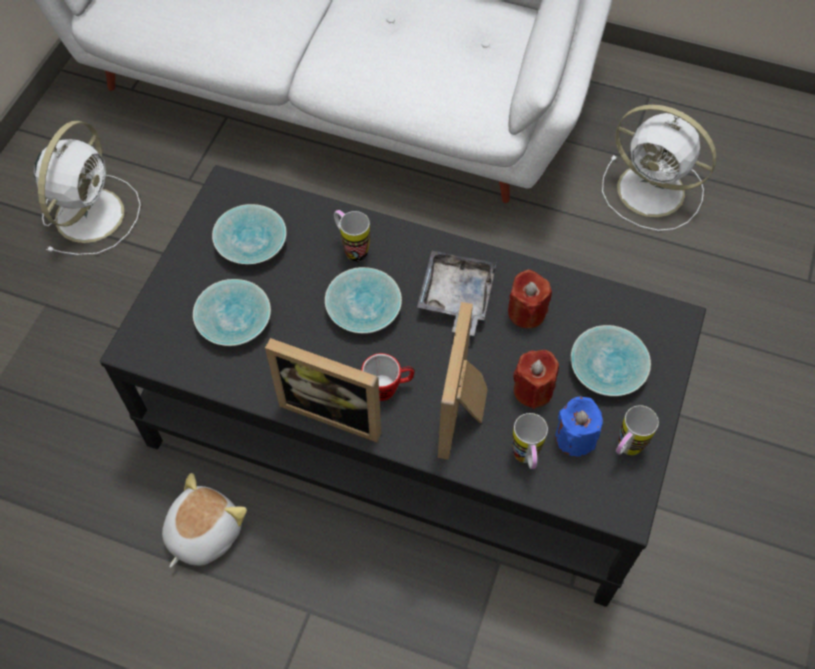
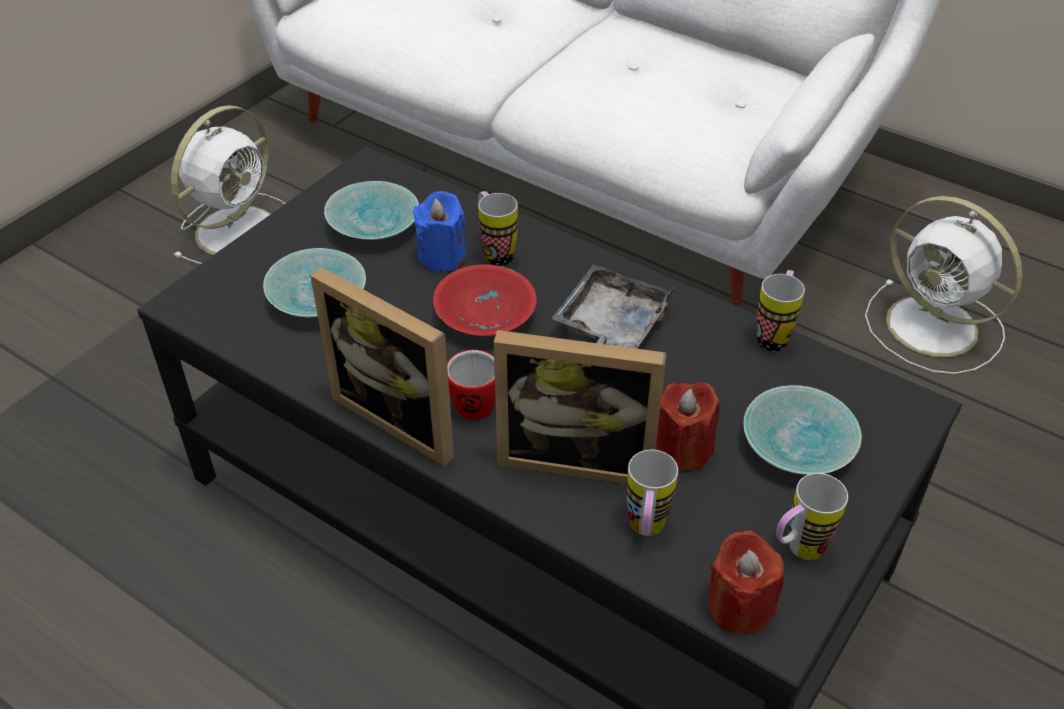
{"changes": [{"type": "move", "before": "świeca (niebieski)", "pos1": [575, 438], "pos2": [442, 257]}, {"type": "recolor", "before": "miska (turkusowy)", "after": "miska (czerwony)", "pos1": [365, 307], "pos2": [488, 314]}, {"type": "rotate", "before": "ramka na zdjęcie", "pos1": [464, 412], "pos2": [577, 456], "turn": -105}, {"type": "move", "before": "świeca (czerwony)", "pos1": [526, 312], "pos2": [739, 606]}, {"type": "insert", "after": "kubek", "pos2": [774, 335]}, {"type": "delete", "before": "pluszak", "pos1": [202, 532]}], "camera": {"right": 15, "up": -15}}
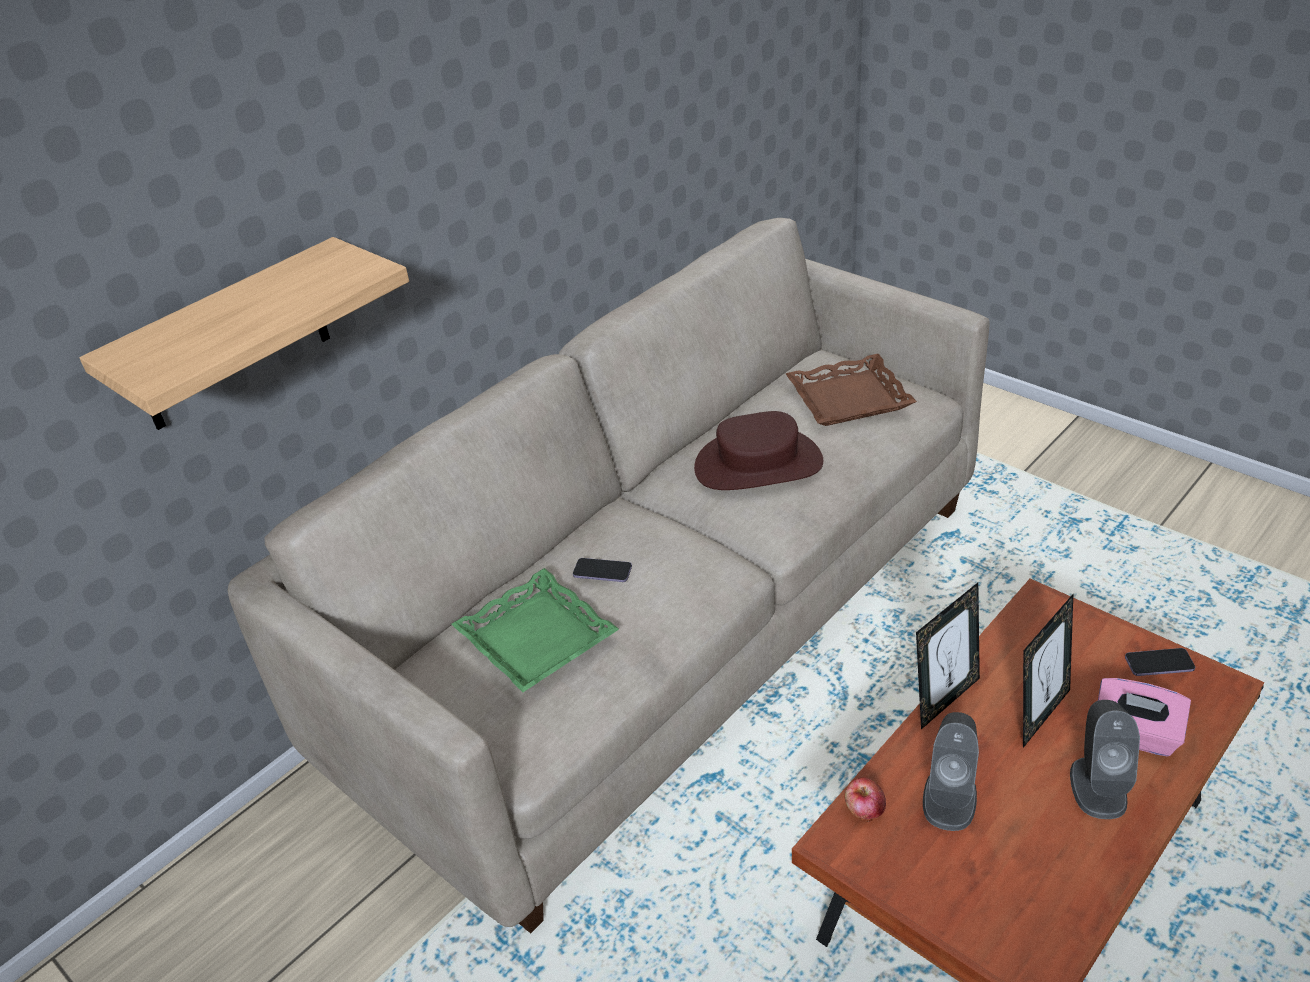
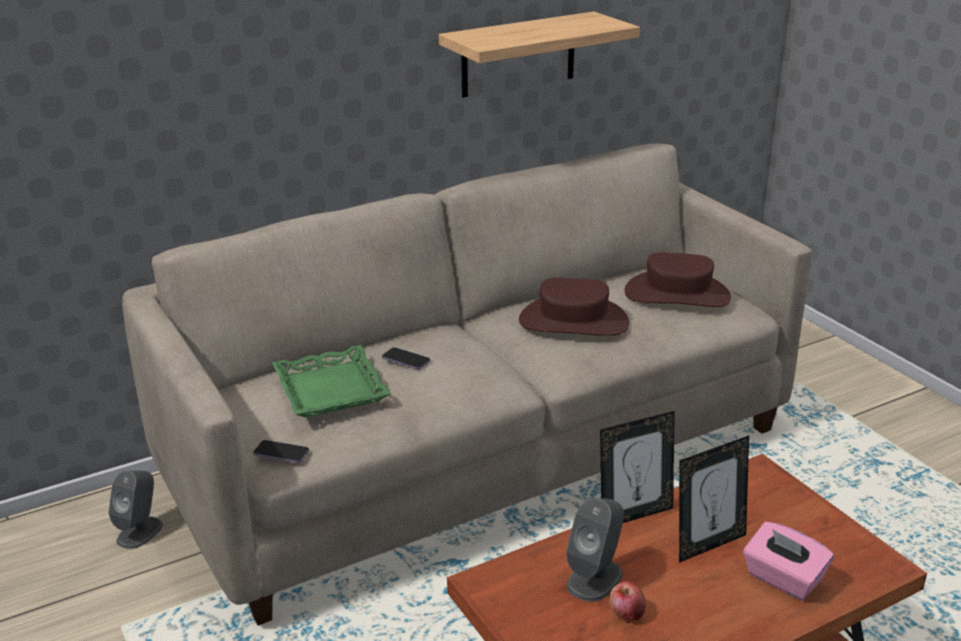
{"changes": [{"type": "move", "before": "głośnik (szary)", "pos1": [1098, 786], "pos2": [140, 532]}, {"type": "move", "before": "telefon", "pos1": [1159, 664], "pos2": [281, 453]}, {"type": "move", "before": "półka", "pos1": [231, 337], "pos2": [518, 55]}, {"type": "move", "before": "jabłko", "pos1": [864, 810], "pos2": [626, 613]}, {"type": "replace", "before": "taca (brązowy)", "after": "kapelusz (brązowy)", "pos1": [849, 398], "pos2": [677, 294]}], "camera": {"right": 15, "up": -10}}
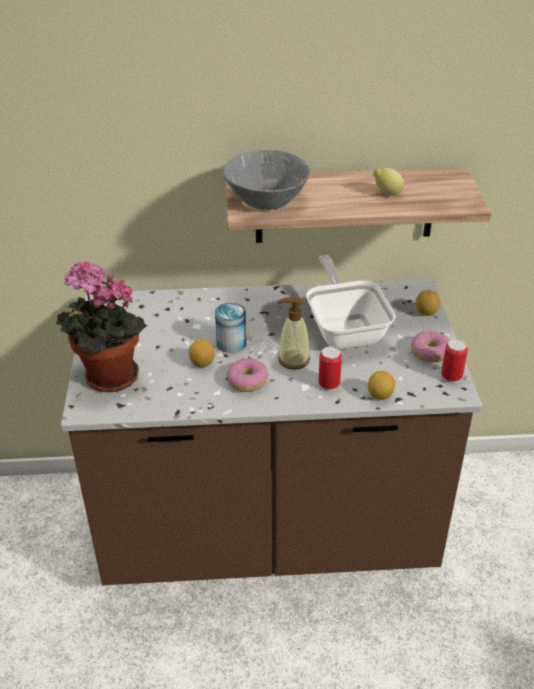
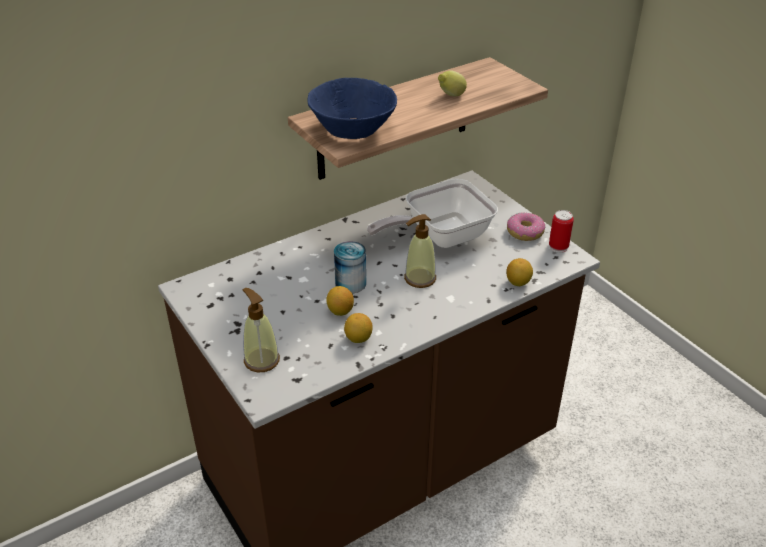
{"changes": [{"type": "replace", "before": "roślina doniczkowa", "after": "dozownik mydła", "pos1": [107, 379], "pos2": [261, 360]}, {"type": "recolor", "before": "miska (szary)", "after": "miska (niebieski)", "pos1": [266, 200], "pos2": [353, 129]}, {"type": "move", "before": "cytryna", "pos1": [426, 313], "pos2": [358, 338]}, {"type": "rotate", "before": "patelnia", "pos1": [345, 330], "pos2": [440, 237], "turn": -75}, {"type": "delete", "before": "donut", "pos1": [247, 381]}, {"type": "delete", "before": "puszka", "pos1": [329, 384]}], "camera": {"right": -30, "up": 0}}
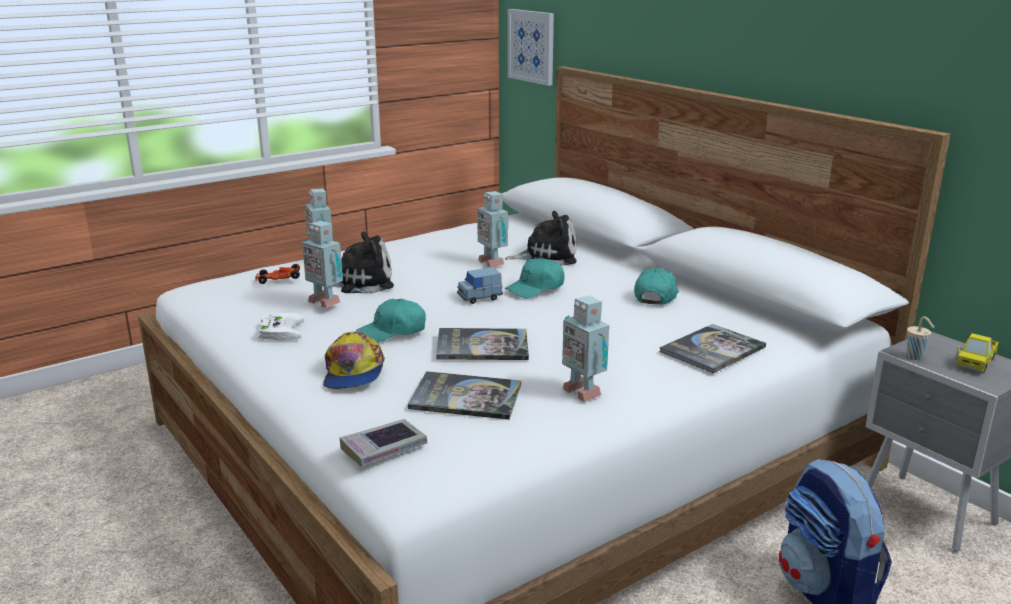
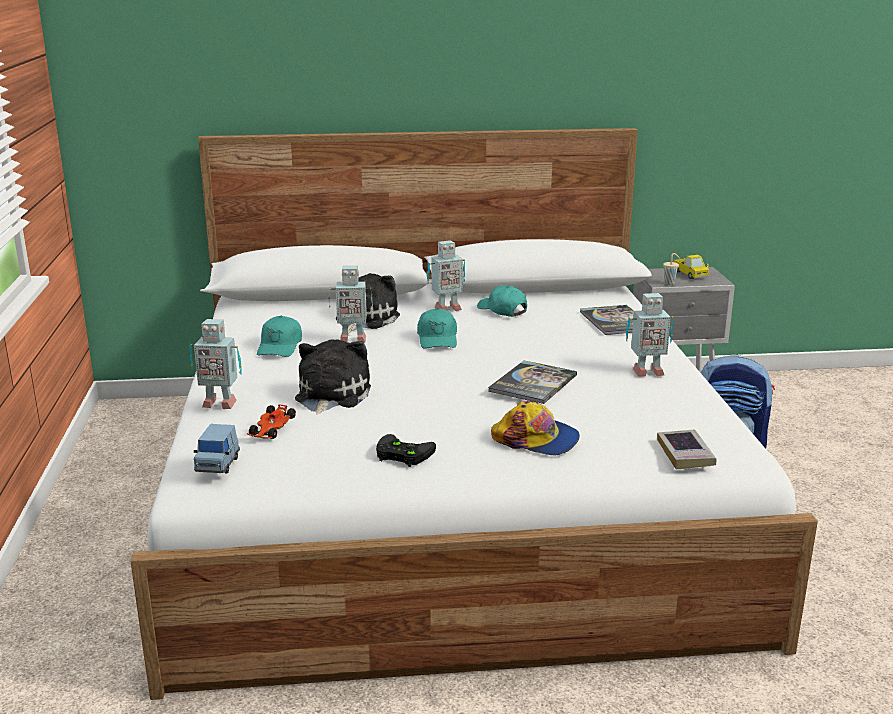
{"changes": [{"type": "move", "before": "samochodzik (niebieski)", "pos1": [480, 297], "pos2": [217, 464]}, {"type": "move", "before": "czapka z daszkiem (turkusowy)", "pos1": [392, 332], "pos2": [280, 347]}, {"type": "recolor", "before": "pad do gier (biały)", "after": "pad do gier (czarny)", "pos1": [279, 330], "pos2": [401, 454]}, {"type": "move", "before": "robot zabawkowy", "pos1": [325, 301], "pos2": [446, 308]}, {"type": "delete", "before": "książka", "pos1": [466, 397]}, {"type": "delete", "before": "obraz", "pos1": [531, 46]}], "camera": {"right": -60, "up": 0}}
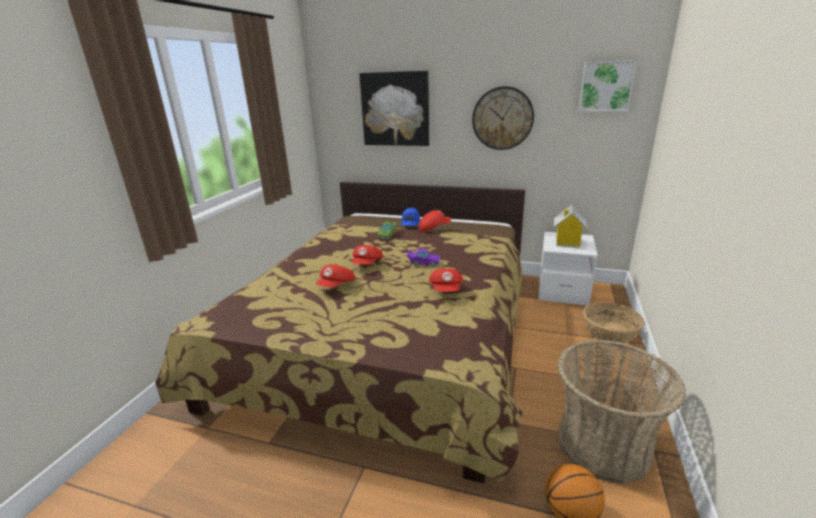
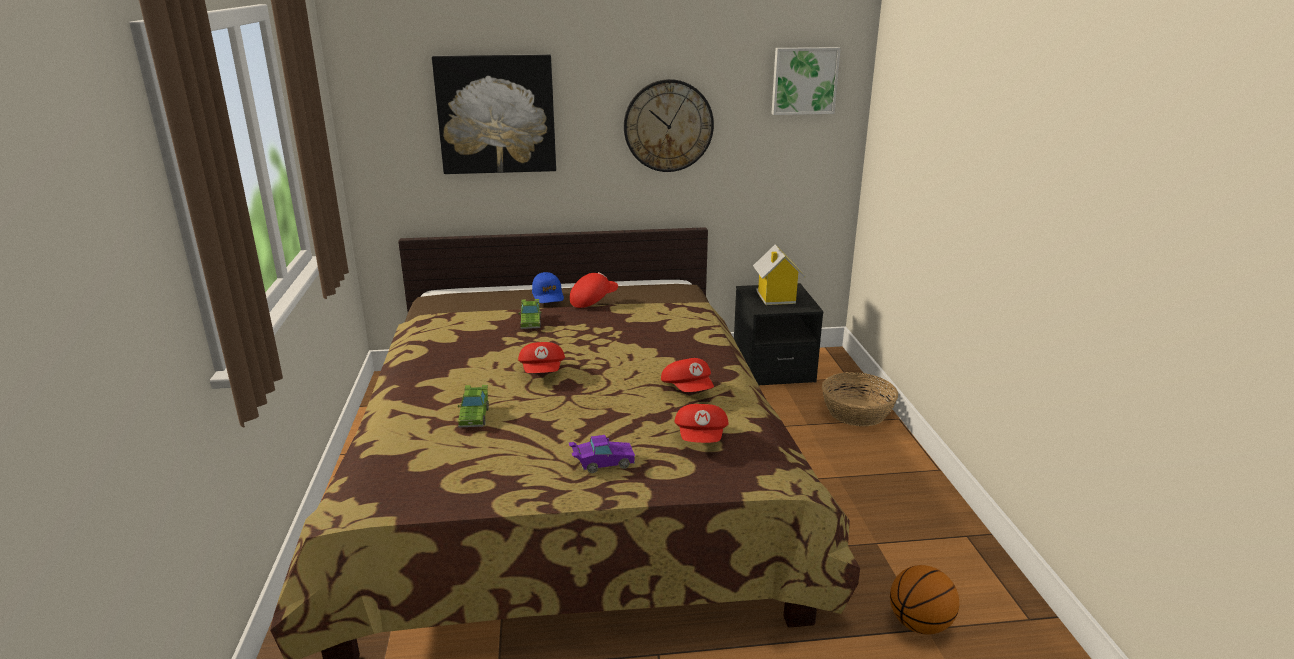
{"changes": [{"type": "insert", "after": "samochodzik (zielony)", "pos2": [474, 415]}, {"type": "move", "before": "samochodzik (fioletowy)", "pos1": [423, 263], "pos2": [602, 463]}, {"type": "move", "before": "czapka z daszkiem (czerwony)", "pos1": [336, 286], "pos2": [702, 438]}, {"type": "recolor", "before": "szafka nocna (biały)", "after": "szafka nocna (czarny)", "pos1": [562, 291], "pos2": [773, 368]}, {"type": "delete", "before": "koszyk", "pos1": [603, 445]}], "camera": {"right": -25, "up": 0}}
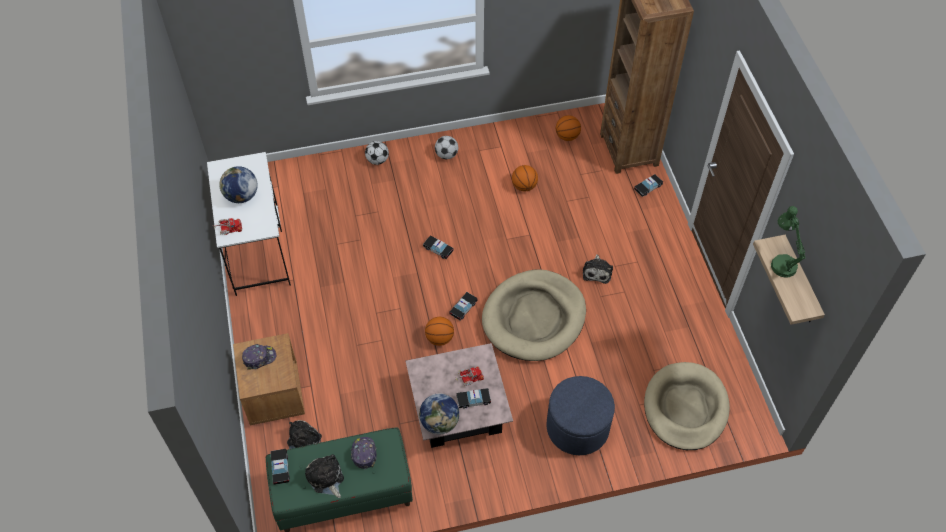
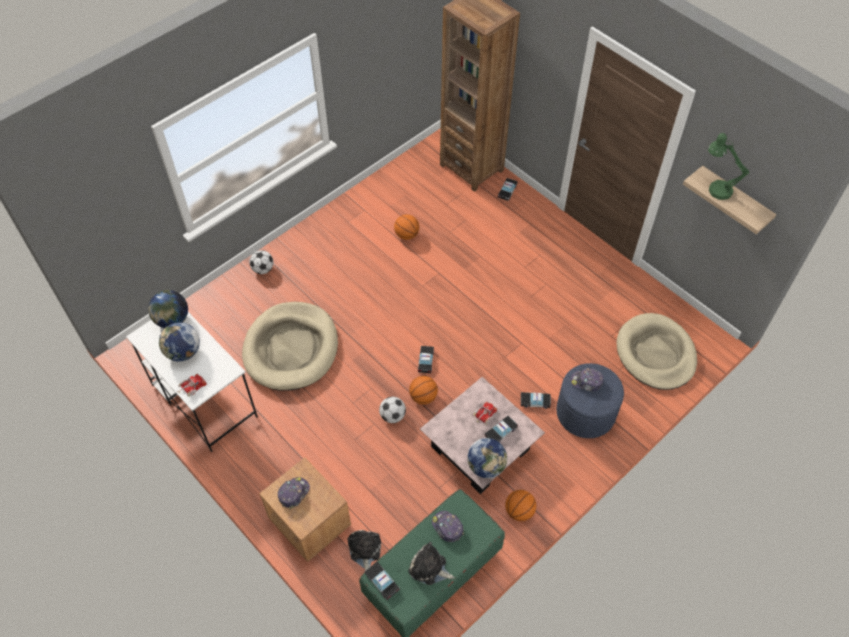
{"changes": [{"type": "insert", "after": "globus", "pos2": [172, 320]}, {"type": "move", "before": "legowisko (beżowy)", "pos1": [534, 318], "pos2": [291, 348]}, {"type": "move", "before": "piłka futbolowa", "pos1": [446, 155], "pos2": [393, 416]}, {"type": "move", "before": "piłka do koszykówki", "pos1": [567, 136], "pos2": [519, 511]}, {"type": "move", "before": "samochodzik", "pos1": [438, 249], "pos2": [535, 402]}, {"type": "insert", "after": "czapka z daszkiem", "pos2": [586, 382]}, {"type": "delete", "before": "pluszak", "pos1": [597, 271]}], "camera": {"right": -30, "up": 0}}
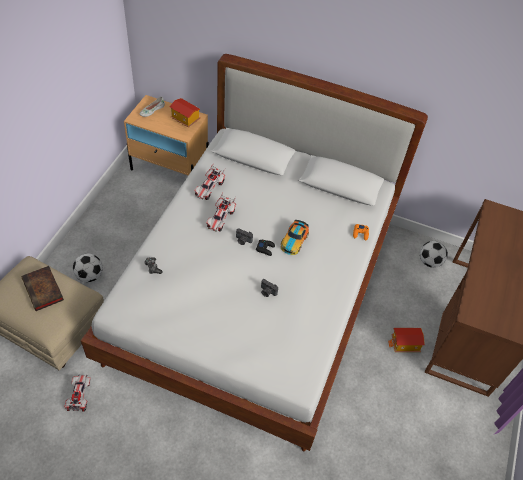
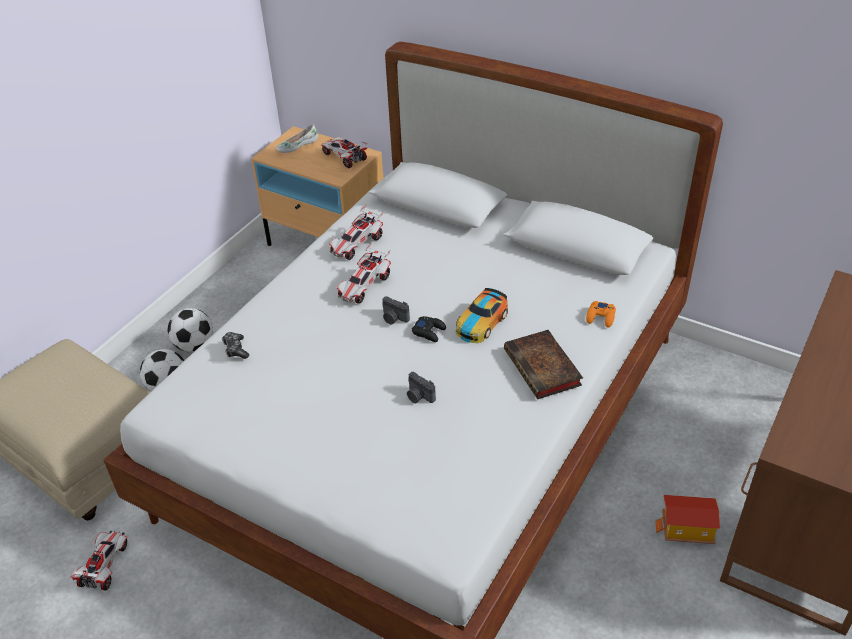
{"changes": [{"type": "move", "before": "piłka futbolowa", "pos1": [429, 262], "pos2": [194, 345]}, {"type": "replace", "before": "domek", "after": "samochodzik", "pos1": [184, 119], "pos2": [344, 158]}, {"type": "move", "before": "książka", "pos1": [44, 290], "pos2": [544, 369]}], "camera": {"right": 15, "up": -10}}
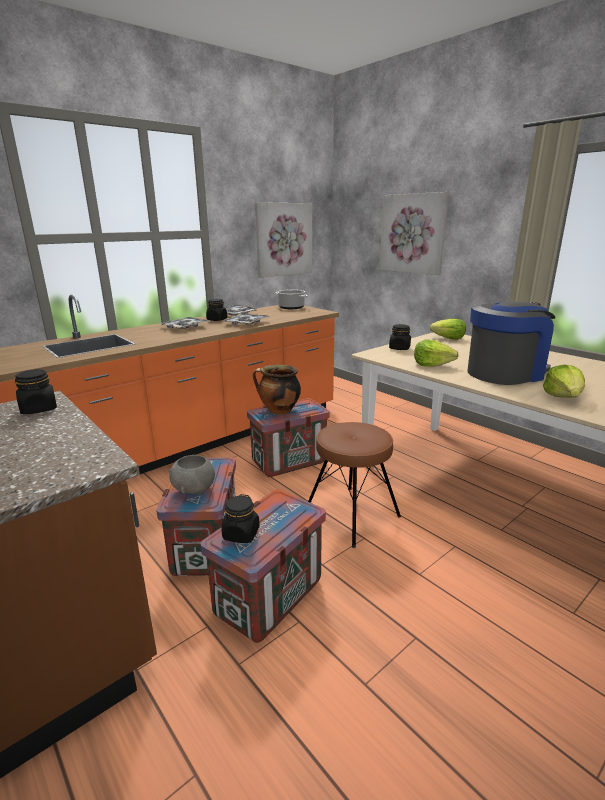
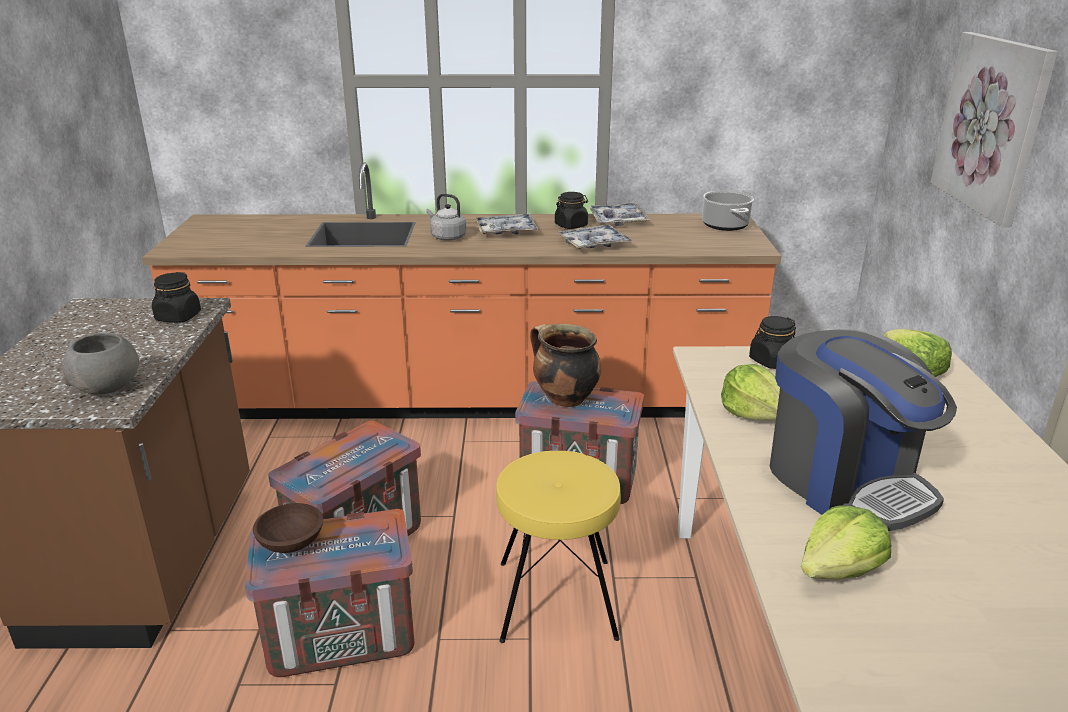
{"changes": [{"type": "move", "before": "miska (szary)", "pos1": [194, 489], "pos2": [107, 387]}, {"type": "replace", "before": "słoik (czarny)", "after": "miska (brązowy)", "pos1": [241, 534], "pos2": [291, 542]}, {"type": "insert", "after": "czajnik (szary)", "pos2": [447, 237]}, {"type": "recolor", "before": "stołek (brązowy)", "after": "stołek (żółty)", "pos1": [350, 515], "pos2": [555, 598]}, {"type": "rotate", "before": "ekspres do kawy", "pos1": [505, 373], "pos2": [845, 481], "turn": 45}, {"type": "delete", "before": "obraz", "pos1": [283, 239]}], "camera": {"right": 40, "up": 5}}
